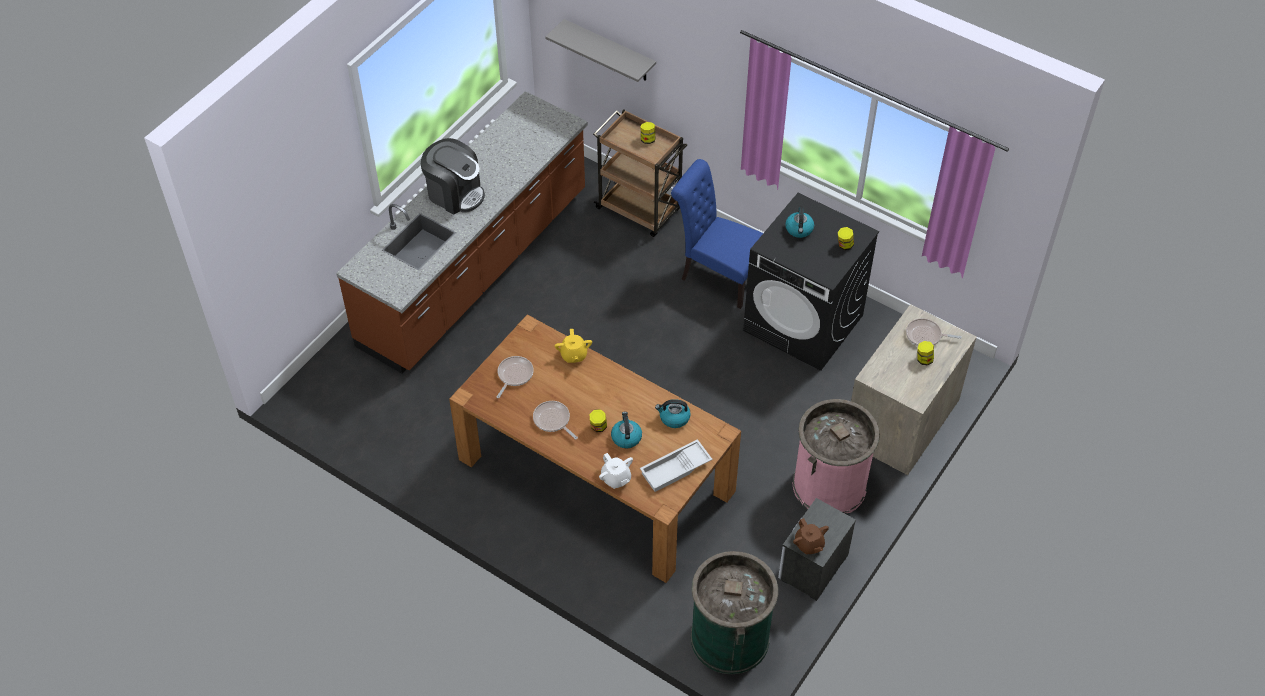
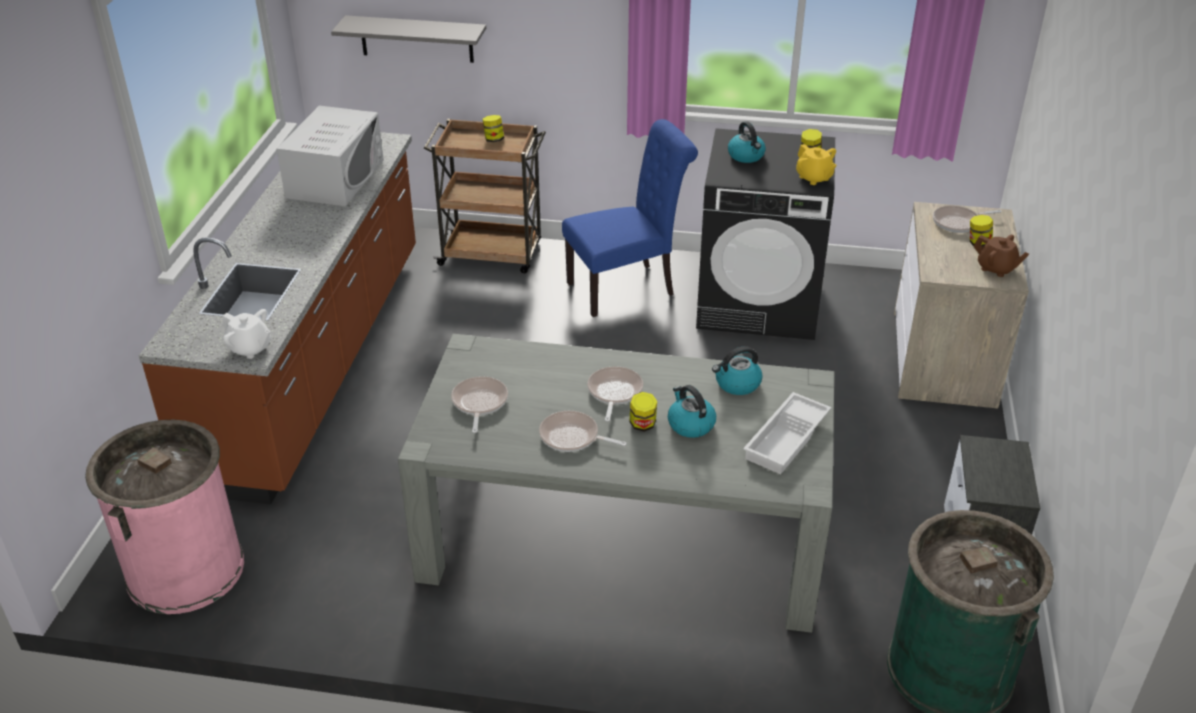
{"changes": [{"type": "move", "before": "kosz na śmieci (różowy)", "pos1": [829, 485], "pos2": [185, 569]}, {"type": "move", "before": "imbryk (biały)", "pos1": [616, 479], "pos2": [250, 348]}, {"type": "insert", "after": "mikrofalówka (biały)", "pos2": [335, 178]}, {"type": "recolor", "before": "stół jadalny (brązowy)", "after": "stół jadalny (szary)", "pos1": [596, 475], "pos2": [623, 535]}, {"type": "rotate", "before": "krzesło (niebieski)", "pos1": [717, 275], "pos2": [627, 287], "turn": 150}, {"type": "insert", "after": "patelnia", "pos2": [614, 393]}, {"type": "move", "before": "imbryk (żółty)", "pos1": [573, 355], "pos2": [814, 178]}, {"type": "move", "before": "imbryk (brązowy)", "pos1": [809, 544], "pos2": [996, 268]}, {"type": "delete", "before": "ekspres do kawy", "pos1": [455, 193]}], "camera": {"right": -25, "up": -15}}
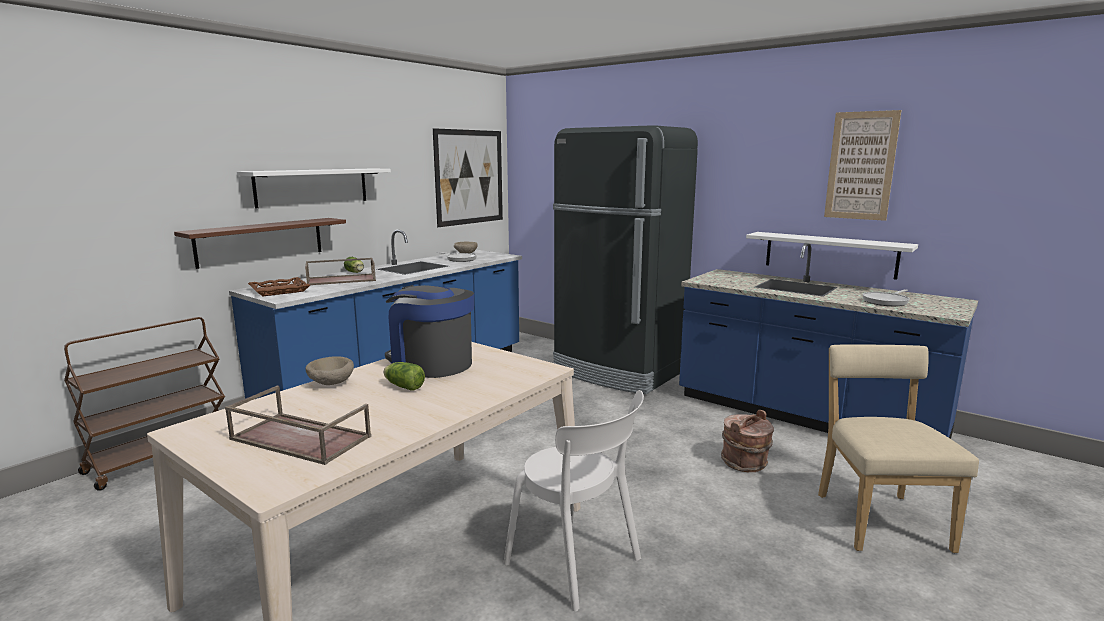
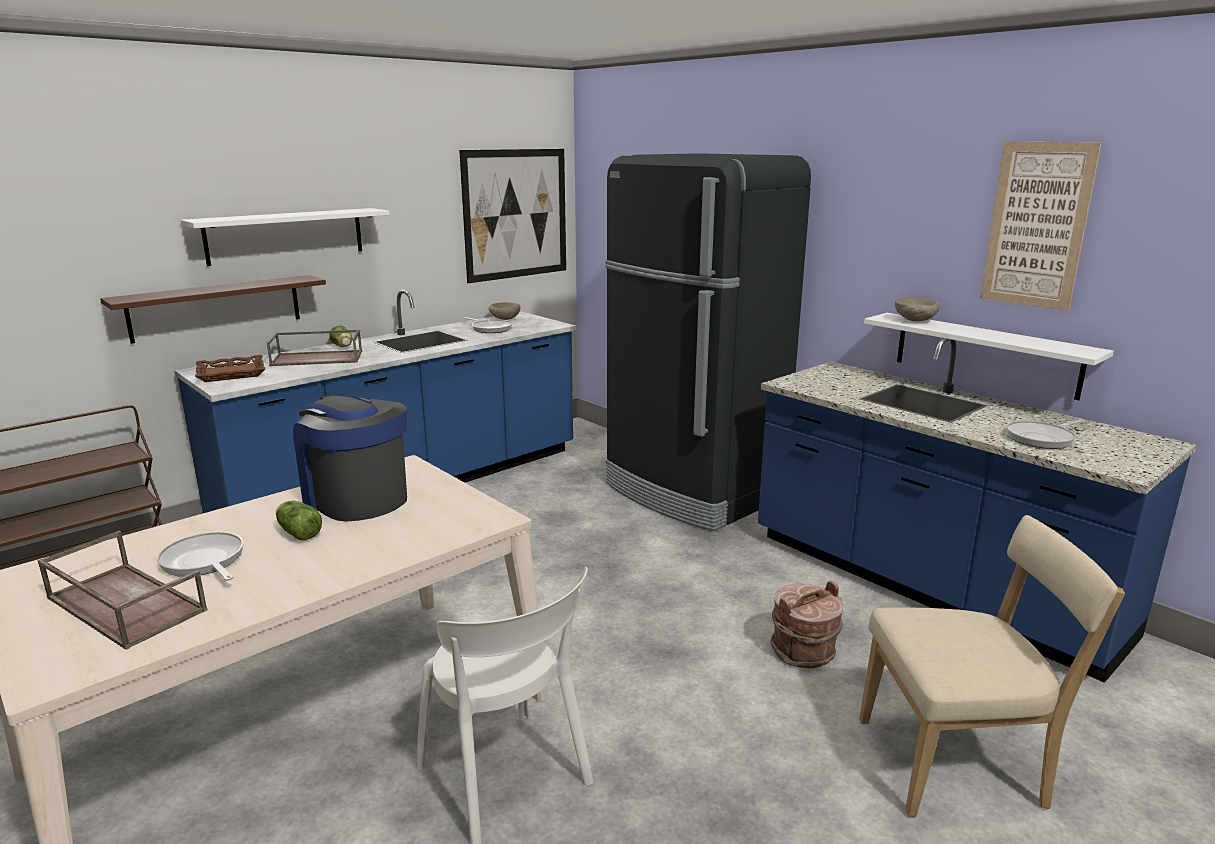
{"changes": [{"type": "insert", "after": "patelnia", "pos2": [204, 562]}, {"type": "rotate", "before": "krzesło (beżowy)", "pos1": [878, 518], "pos2": [958, 763], "turn": 75}, {"type": "move", "before": "miska (beżowy)", "pos1": [330, 384], "pos2": [914, 321]}], "camera": {"right": 10, "up": 5}}
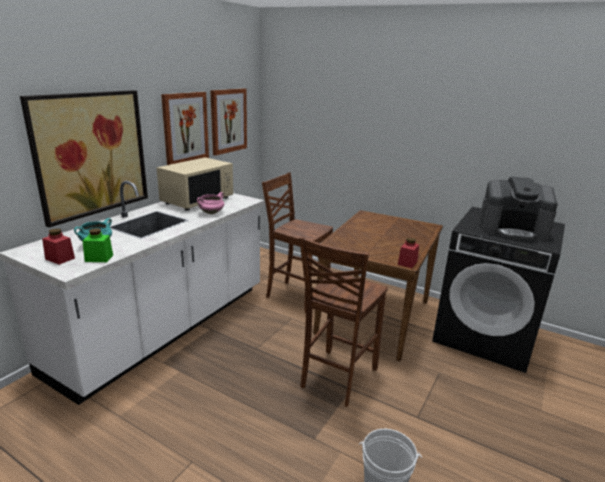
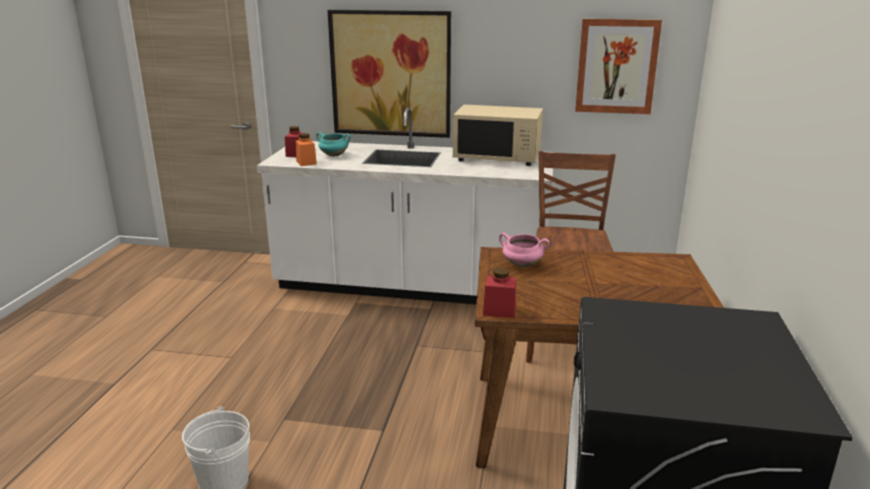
{"changes": [{"type": "recolor", "before": "słoik (zielony)", "after": "słoik (pomarańczowy)", "pos1": [99, 258], "pos2": [306, 162]}, {"type": "move", "before": "garnek (różowy)", "pos1": [211, 213], "pos2": [521, 265]}, {"type": "delete", "before": "obraz", "pos1": [185, 128]}, {"type": "delete", "before": "krzesło (brązowy)", "pos1": [336, 378]}, {"type": "delete", "before": "ekspres do kawy", "pos1": [512, 230]}], "camera": {"right": 70, "up": 0}}
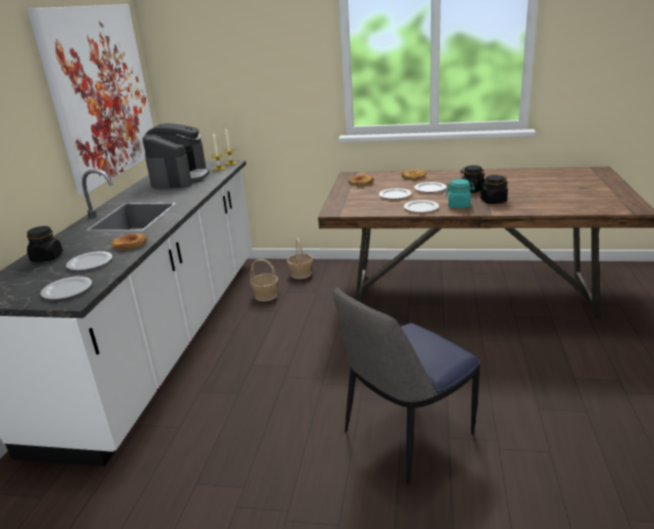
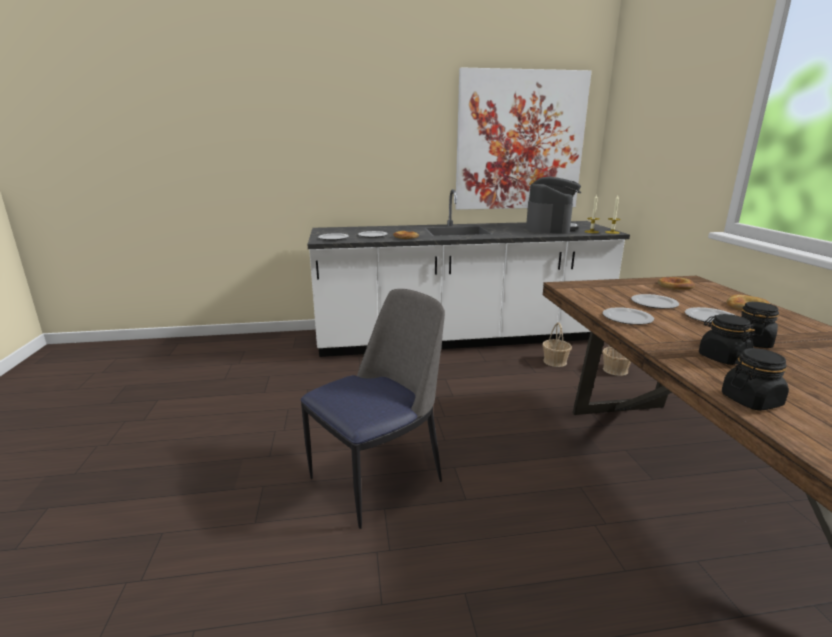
{"changes": [{"type": "rotate", "before": "krzesło", "pos1": [405, 436], "pos2": [379, 477], "turn": 105}, {"type": "rotate", "before": "ekspres do kawy", "pos1": [180, 178], "pos2": [550, 228], "turn": -60}, {"type": "move", "before": "słoik (czarny)", "pos1": [47, 257], "pos2": [751, 400]}, {"type": "delete", "before": "słoik (turkusowy)", "pos1": [459, 205]}], "camera": {"right": 70, "up": -5}}
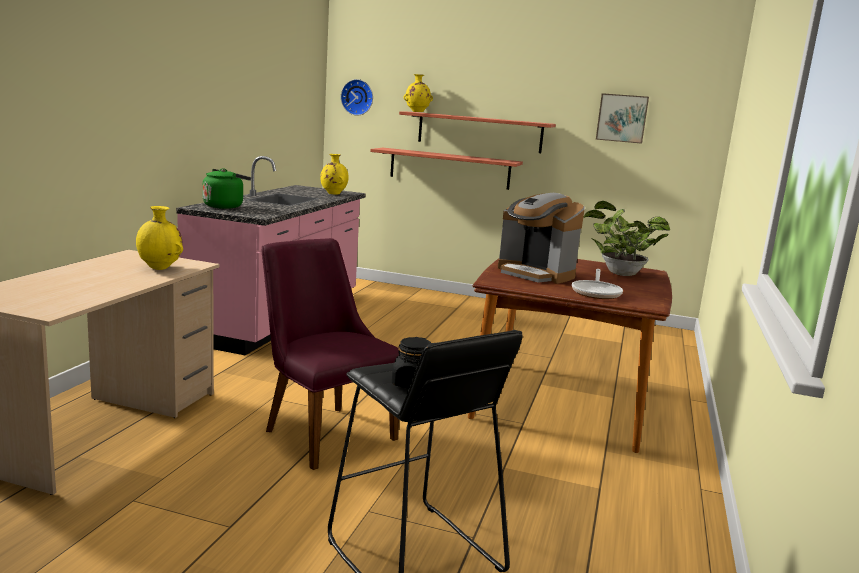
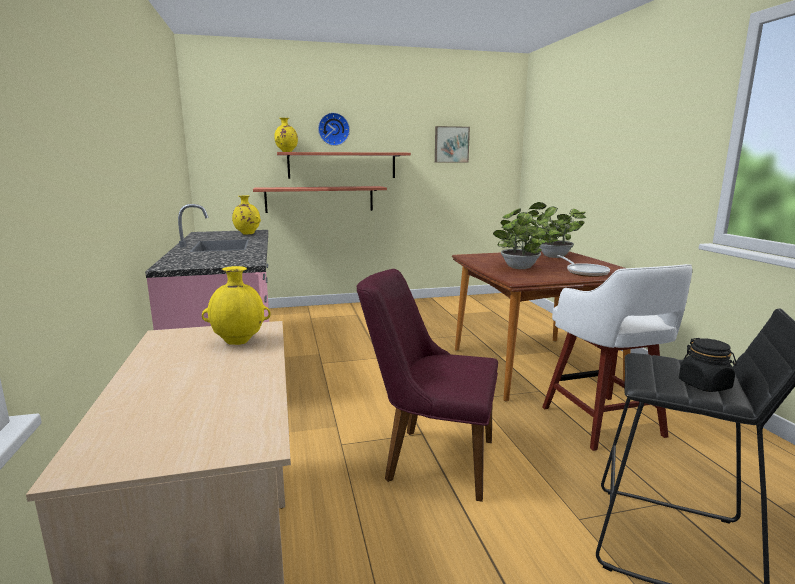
{"changes": [{"type": "move", "before": "zegar ścienny", "pos1": [358, 97], "pos2": [333, 129]}, {"type": "replace", "before": "ekspres do kawy", "after": "roślina doniczkowa", "pos1": [535, 274], "pos2": [518, 268]}, {"type": "insert", "after": "stołek (biały)", "pos2": [604, 423]}, {"type": "delete", "before": "czajnik (zielony)", "pos1": [225, 206]}], "camera": {"right": -30, "up": 0}}
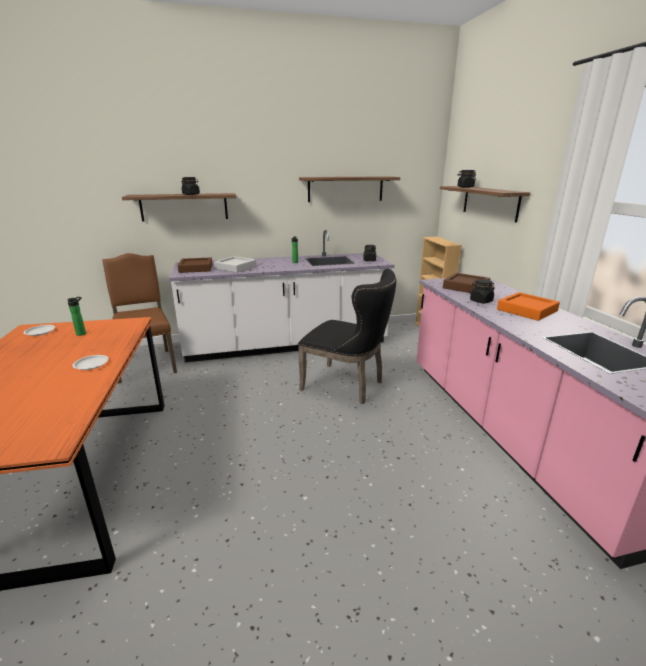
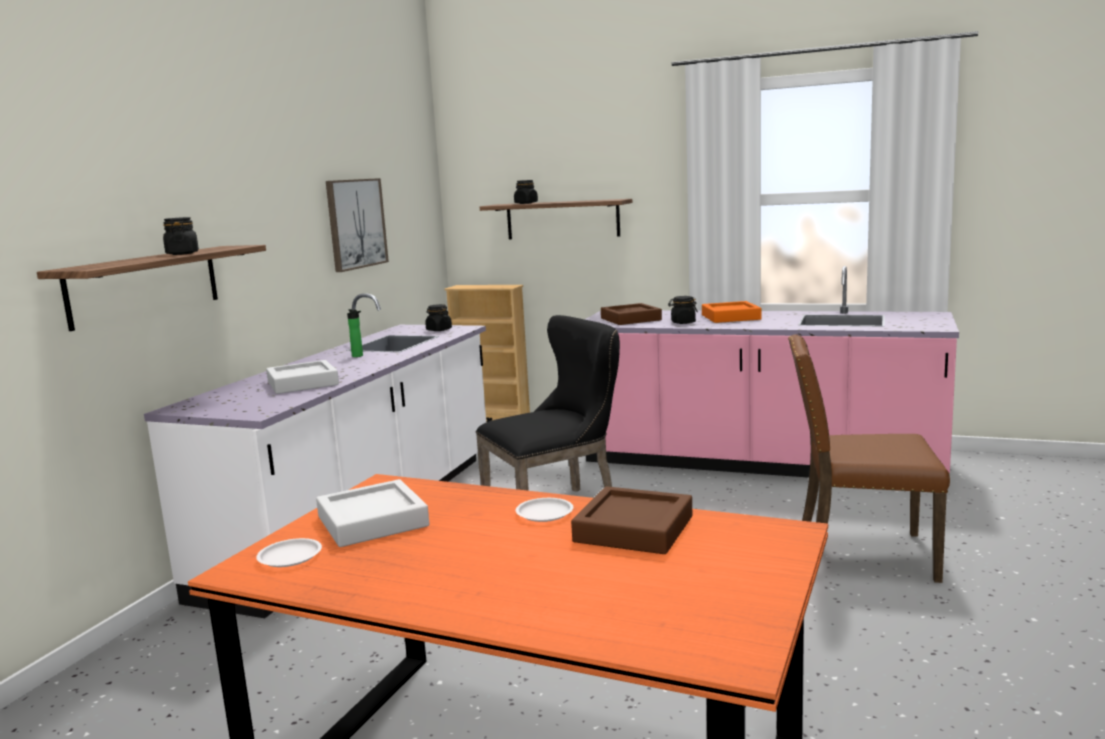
{"changes": [{"type": "replace", "before": "butelka", "after": "taca (szary)", "pos1": [82, 333], "pos2": [372, 521]}, {"type": "replace", "before": "półka", "after": "obraz", "pos1": [345, 189], "pos2": [356, 223]}, {"type": "move", "before": "taca (brązowy)", "pos1": [196, 268], "pos2": [633, 529]}, {"type": "move", "before": "krzesło (brązowy)", "pos1": [147, 364], "pos2": [860, 554]}], "camera": {"right": -55, "up": -10}}
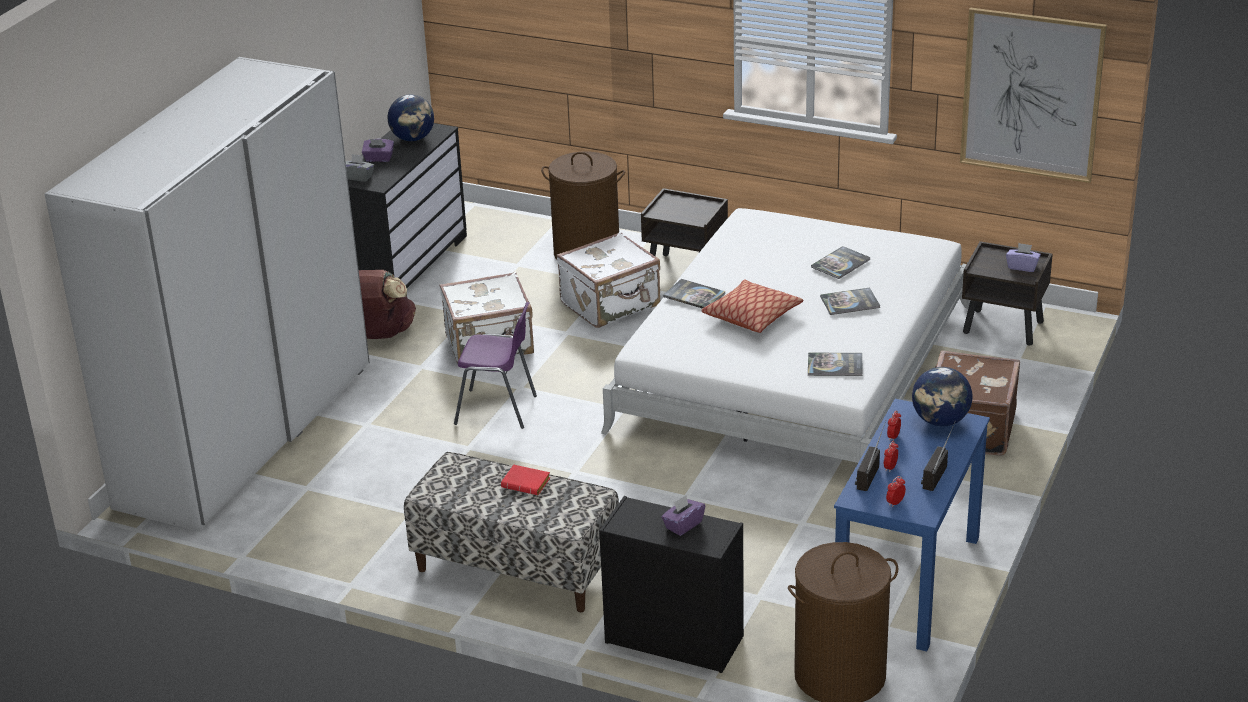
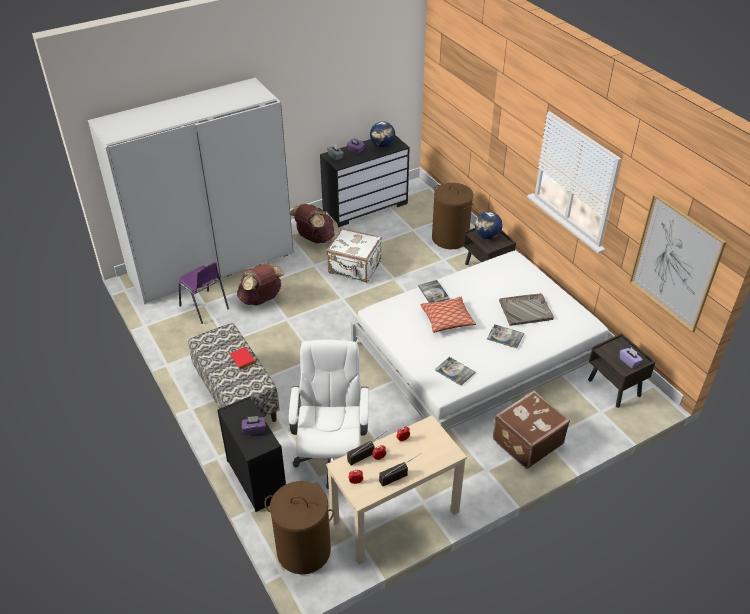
{"changes": [{"type": "move", "before": "krzesło (fioletowy)", "pos1": [498, 410], "pos2": [205, 308]}, {"type": "insert", "after": "plecak (brązowy)", "pos2": [261, 300]}, {"type": "insert", "after": "krzesło biurowe (biały)", "pos2": [331, 455]}, {"type": "recolor", "before": "biurko (niebieski)", "after": "biurko (beżowy)", "pos1": [907, 582], "pos2": [394, 516]}, {"type": "move", "before": "globus", "pos1": [940, 421], "pos2": [487, 236]}, {"type": "replace", "before": "książka", "after": "taca (szary)", "pos1": [840, 263], "pos2": [526, 310]}, {"type": "delete", "before": "walizka (biały)", "pos1": [611, 305]}], "camera": {"right": 35, "up": 10}}
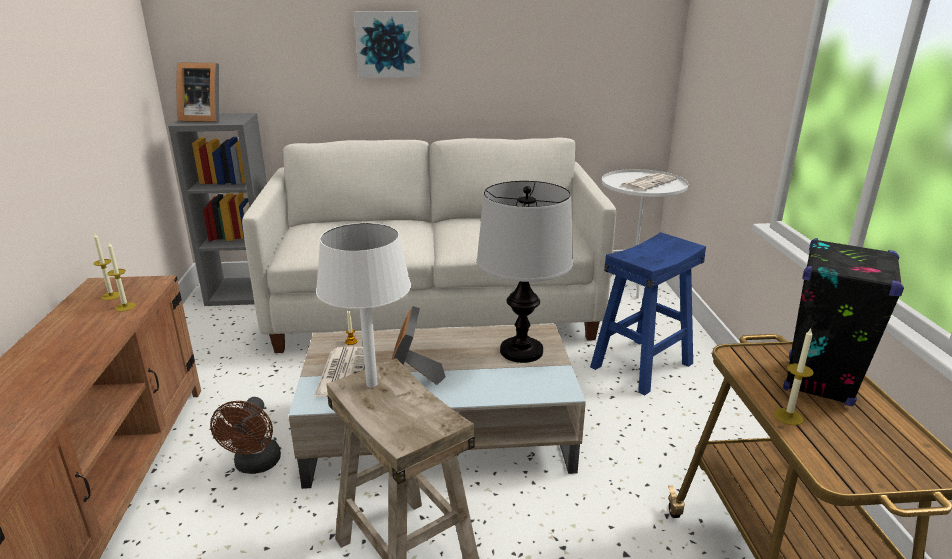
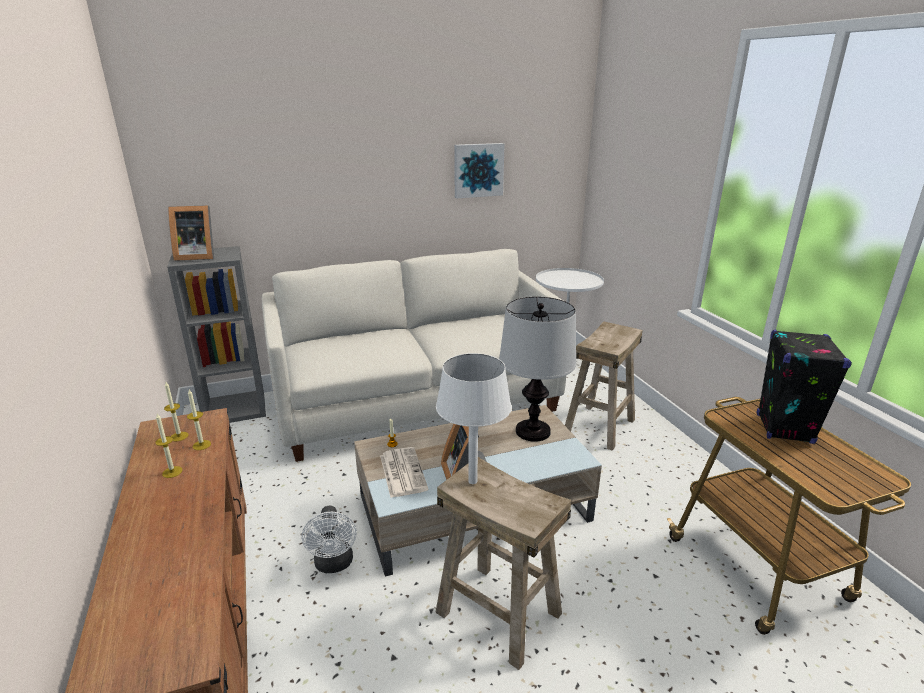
{"changes": [{"type": "move", "before": "świeca", "pos1": [788, 416], "pos2": [172, 472]}, {"type": "recolor", "before": "wentylator (brązowy)", "after": "wentylator (biały)", "pos1": [255, 465], "pos2": [334, 564]}, {"type": "move", "before": "obraz", "pos1": [388, 44], "pos2": [478, 170]}, {"type": "recolor", "before": "stołek (niebieski)", "after": "stołek (beżowy)", "pos1": [642, 365], "pos2": [600, 426]}, {"type": "delete", "before": "gazeta", "pos1": [648, 182]}], "camera": {"right": -15, "up": 0}}
